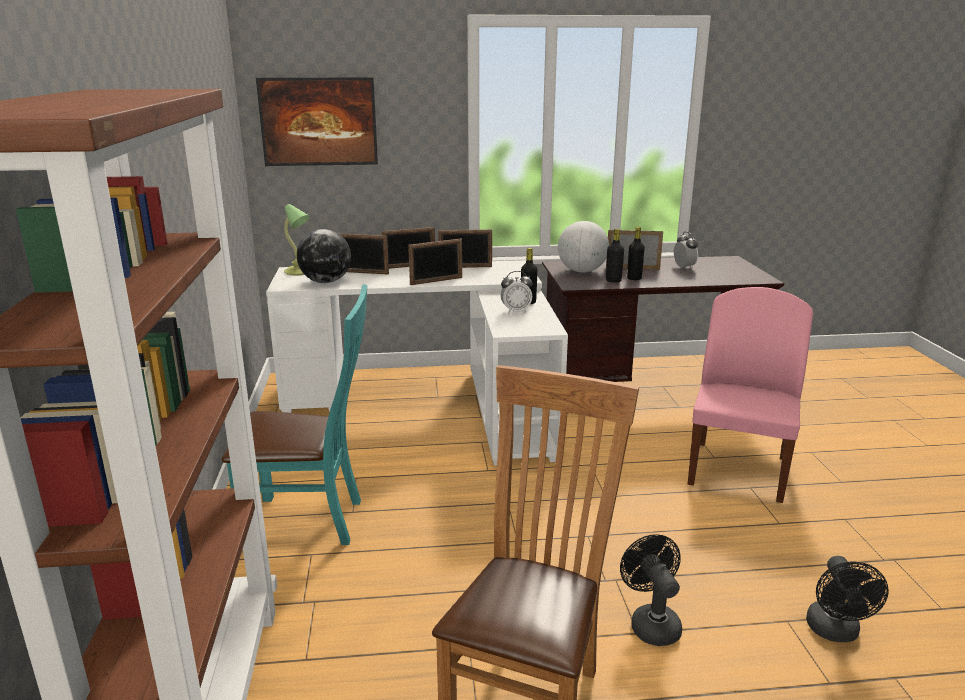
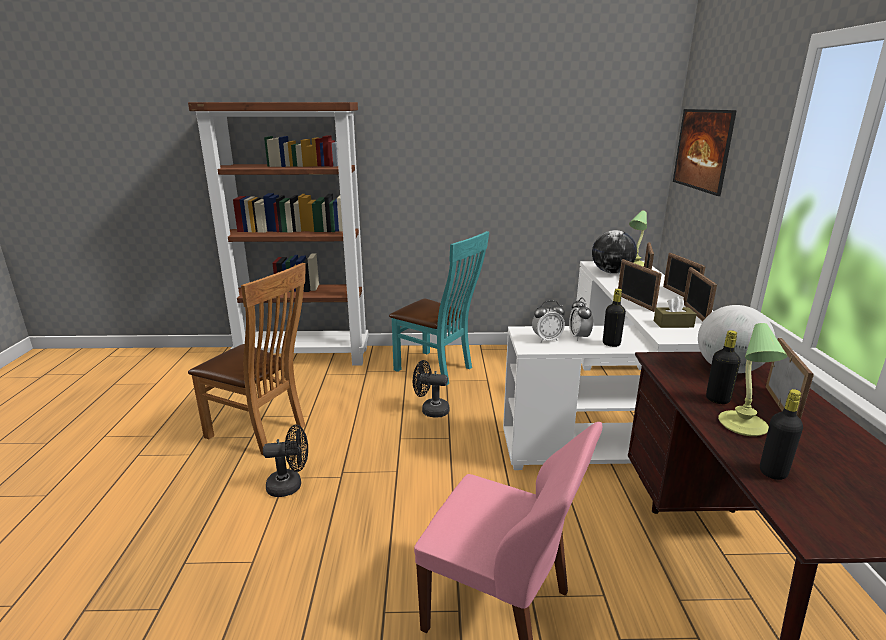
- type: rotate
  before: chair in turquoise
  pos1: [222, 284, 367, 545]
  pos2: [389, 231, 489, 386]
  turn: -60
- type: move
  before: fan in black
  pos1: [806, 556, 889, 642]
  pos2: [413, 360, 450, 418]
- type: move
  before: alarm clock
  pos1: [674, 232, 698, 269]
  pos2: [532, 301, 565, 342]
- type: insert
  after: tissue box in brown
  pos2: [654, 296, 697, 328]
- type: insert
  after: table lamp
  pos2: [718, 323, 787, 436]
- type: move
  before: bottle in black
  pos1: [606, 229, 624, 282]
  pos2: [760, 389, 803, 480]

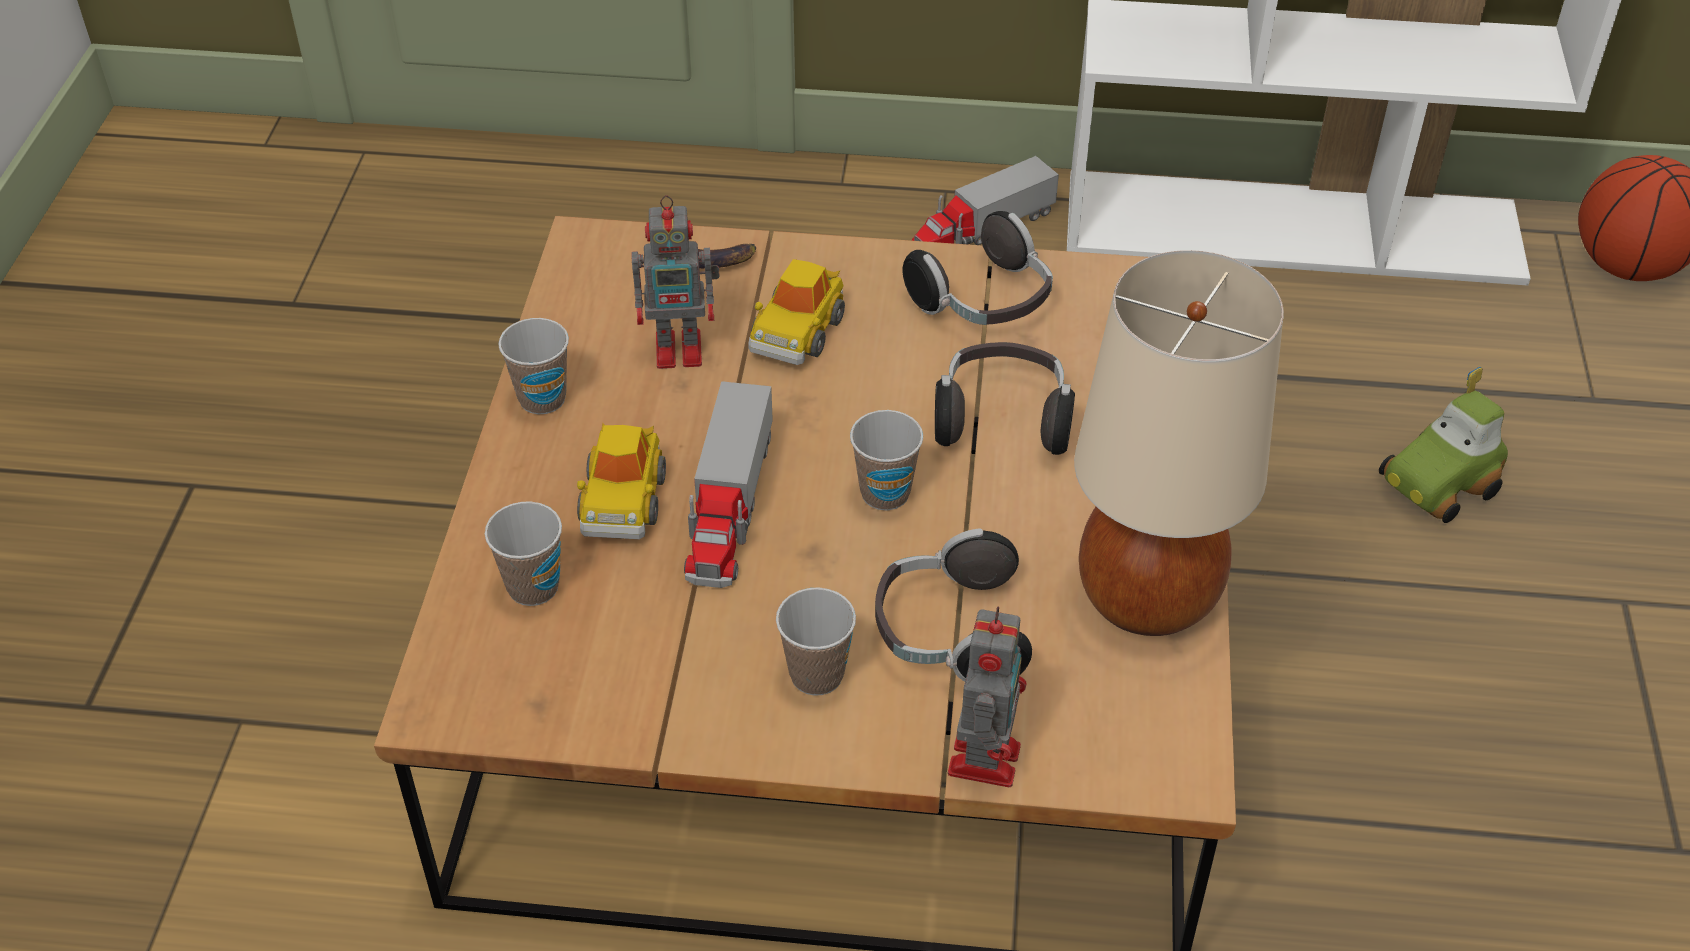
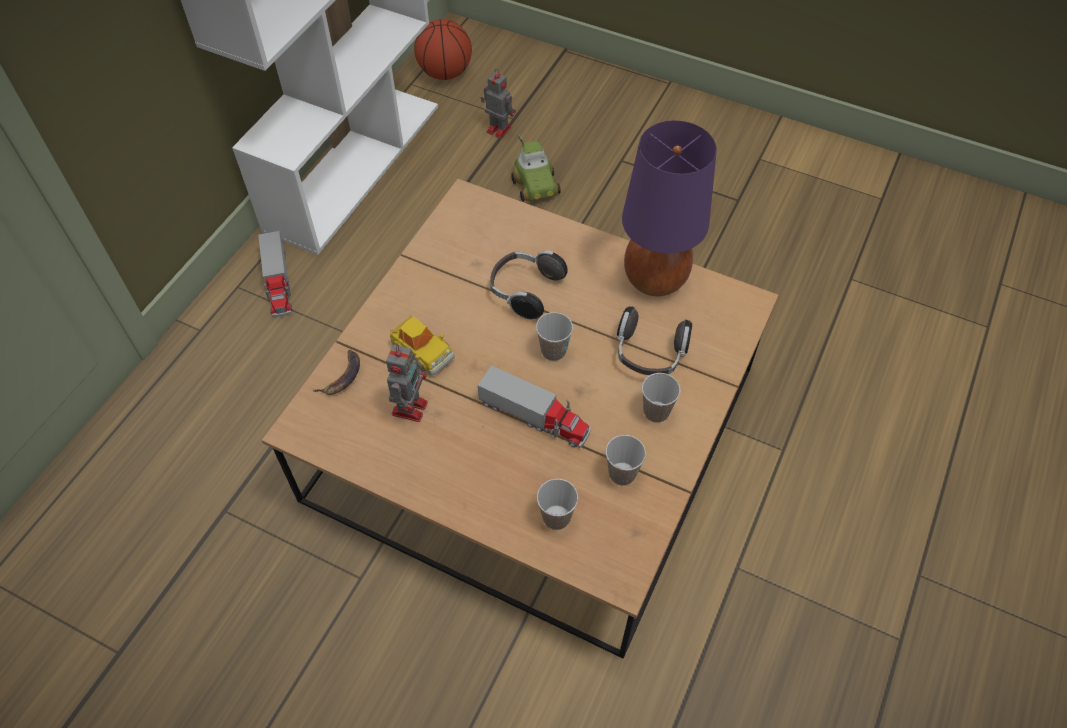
- type: move
  before: toy robot
  pos1: [948, 607, 1026, 787]
  pos2: [481, 69, 516, 139]
- type: move
  before: cup
  pos1: [498, 318, 569, 414]
  pos2: [605, 435, 646, 485]
- type: recolor
  before: table lamp in beige
  after: table lamp in purple
  pos1: [1074, 250, 1284, 636]
  pos2: [622, 120, 717, 296]
- type: delete
  before: toy car
  pos1: [577, 423, 666, 539]
- type: delete
  before: headphones
  pos1: [902, 211, 1053, 325]

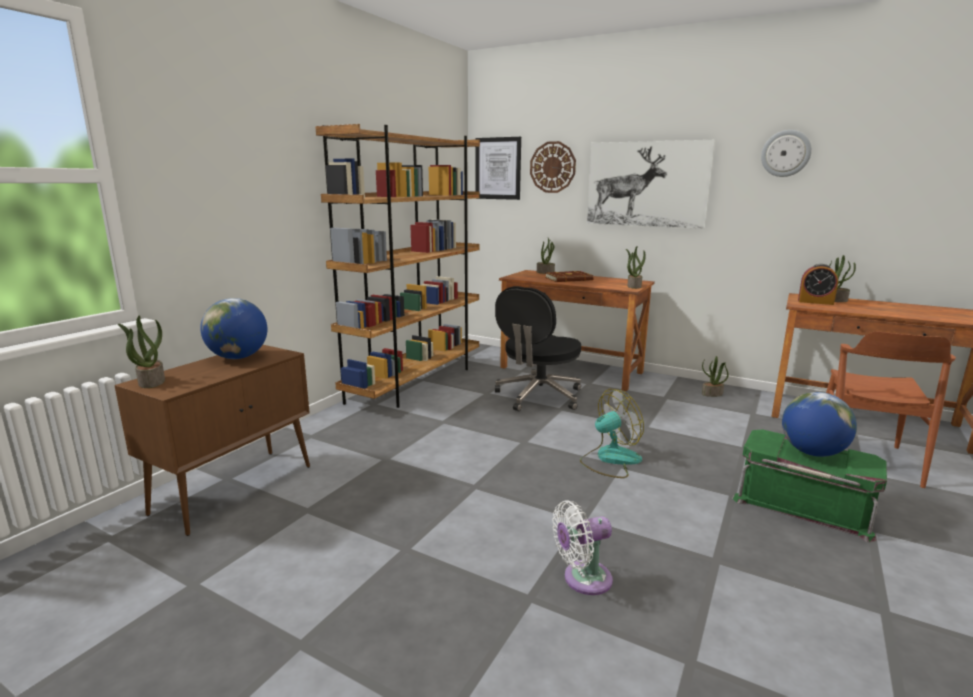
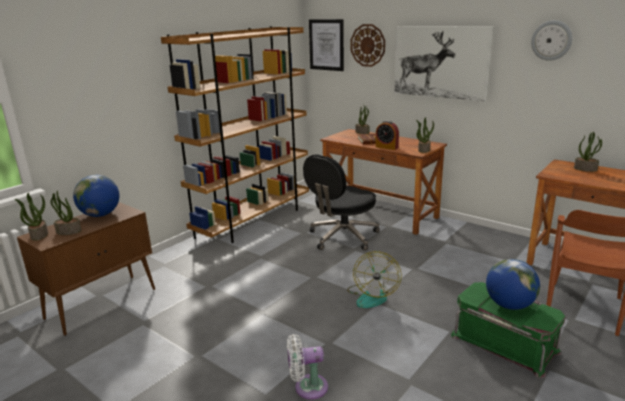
- type: move
  before: potted plant
  pos1: [702, 356, 729, 397]
  pos2: [50, 190, 82, 235]
- type: rotate
  before: fan
  pos1: [580, 389, 644, 478]
  pos2: [347, 251, 402, 308]
  turn: 120
- type: move
  before: alarm clock
  pos1: [798, 264, 838, 305]
  pos2: [375, 121, 399, 150]

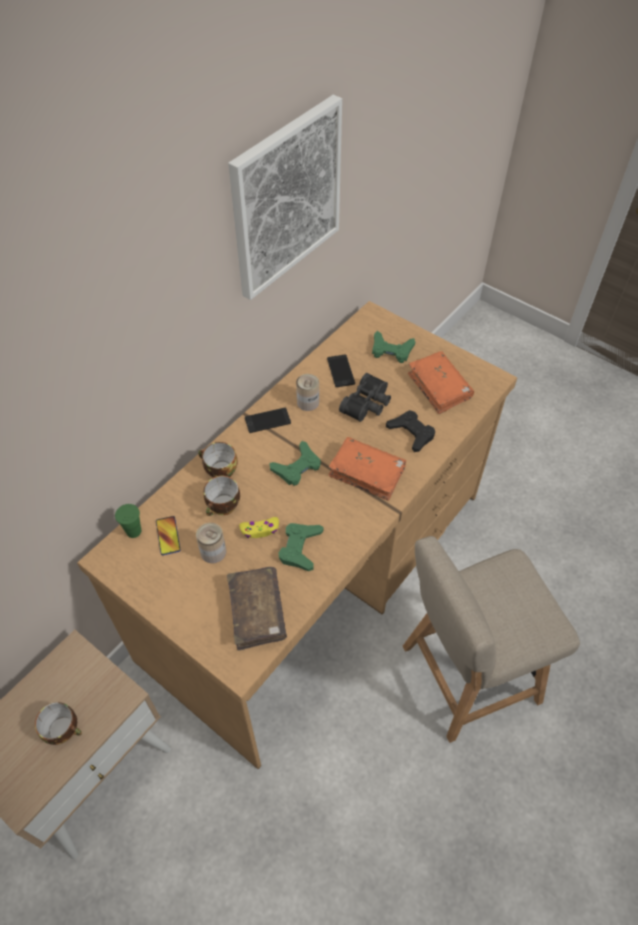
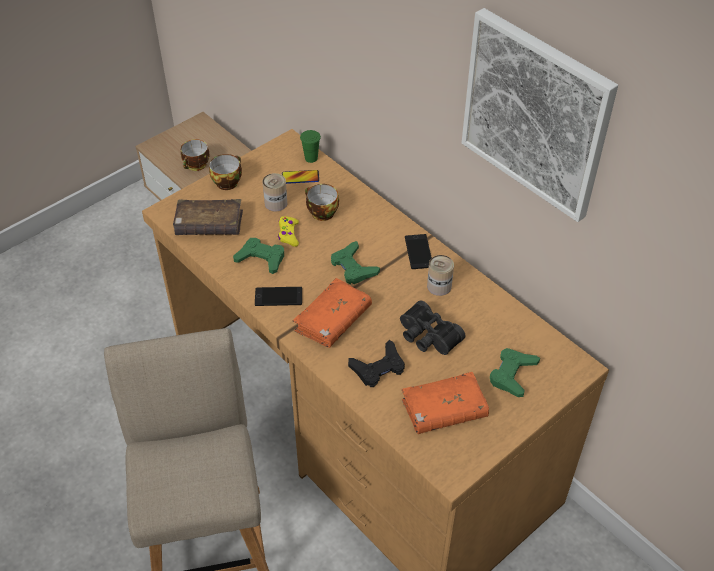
- type: move
  before: cup
  pos1: [198, 442, 238, 477]
  pos2: [209, 154, 242, 190]
- type: move
  before: phone
  pos1: [327, 355, 355, 387]
  pos2: [255, 287, 302, 306]

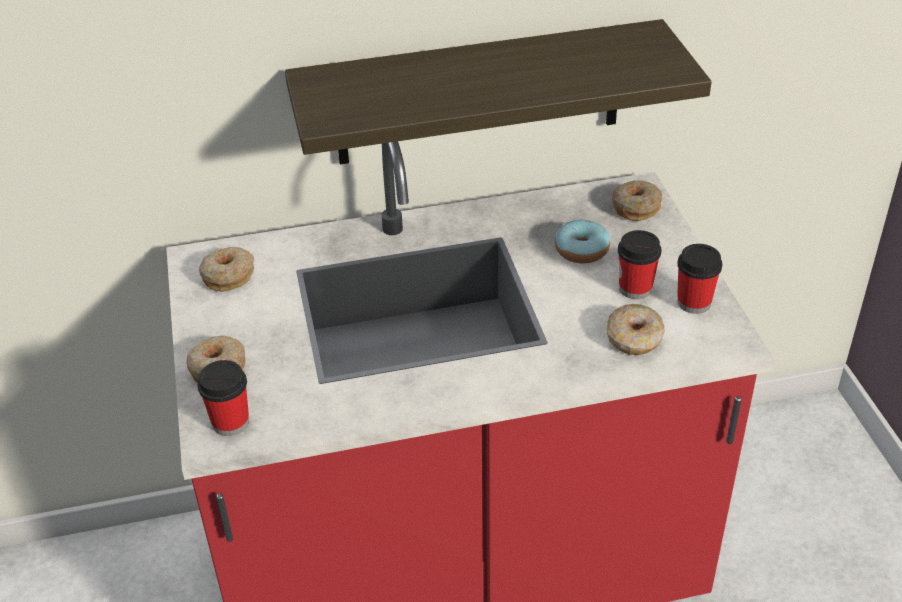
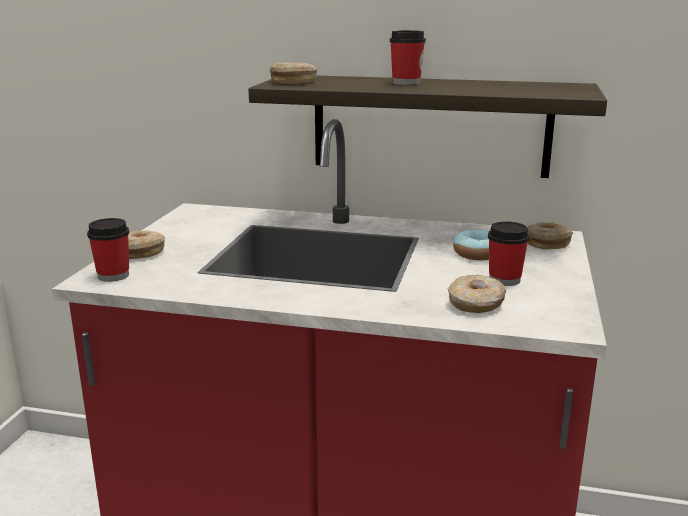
- type: move
  before: donut
  pos1: [199, 247, 255, 292]
  pos2: [270, 62, 317, 84]
- type: move
  before: cup
  pos1: [677, 244, 722, 314]
  pos2: [390, 30, 426, 85]

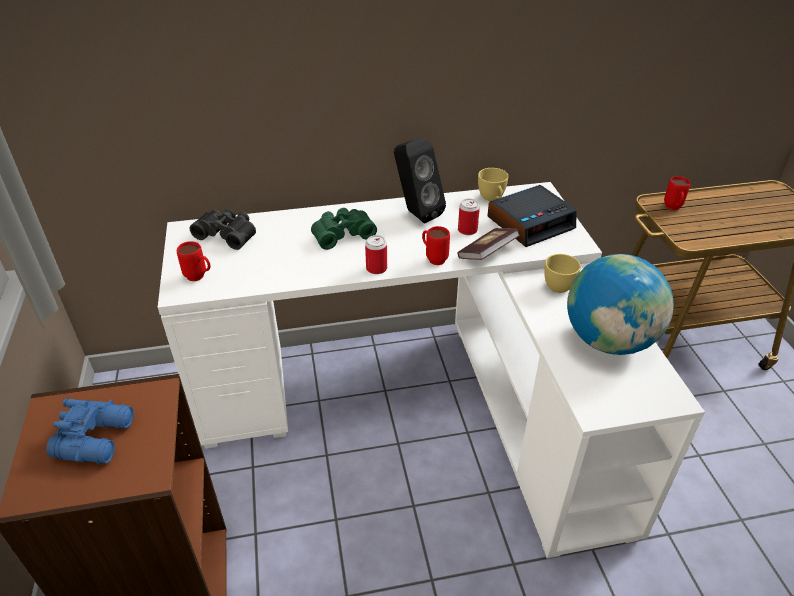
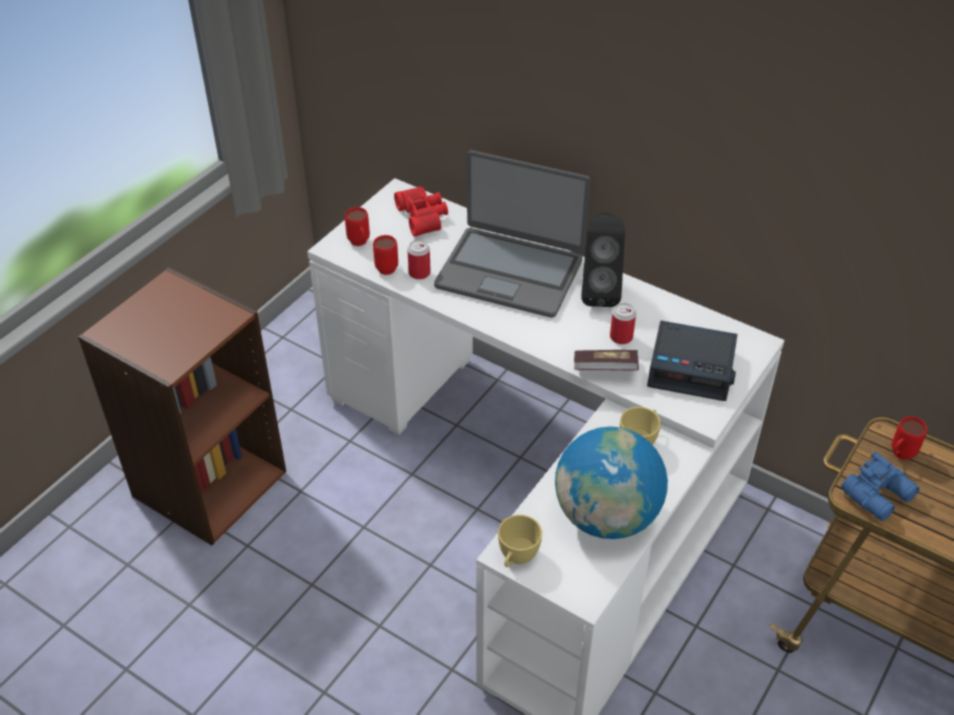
- type: move
  before: mug in red
  pos1: [422, 226, 450, 265]
  pos2: [373, 235, 398, 275]
- type: recolor
  before: binoculars in black
  after: binoculars in red
  pos1: [190, 208, 256, 250]
  pos2: [394, 186, 448, 237]
- type: move
  before: can
  pos1: [365, 235, 387, 274]
  pos2: [407, 240, 431, 280]
- type: replace
  before: binoculars in green
  after: laptop
  pos1: [311, 208, 377, 250]
  pos2: [434, 150, 591, 318]
- type: move
  before: cup in yellow
  pos1: [478, 168, 509, 201]
  pos2: [498, 515, 542, 567]
- type: move
  before: binoculars in blue
  pos1: [46, 399, 134, 464]
  pos2: [841, 452, 920, 521]

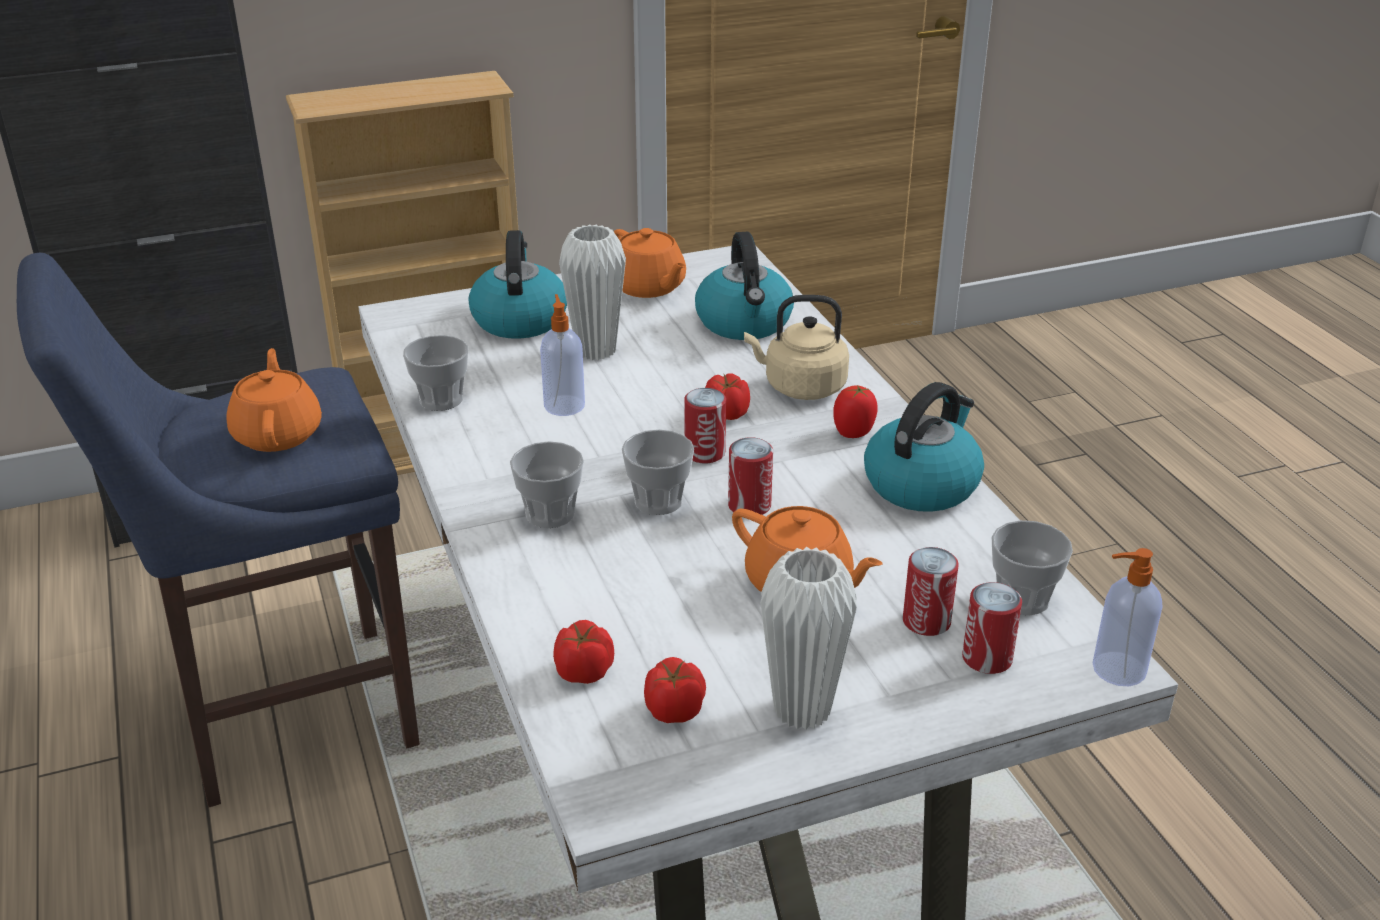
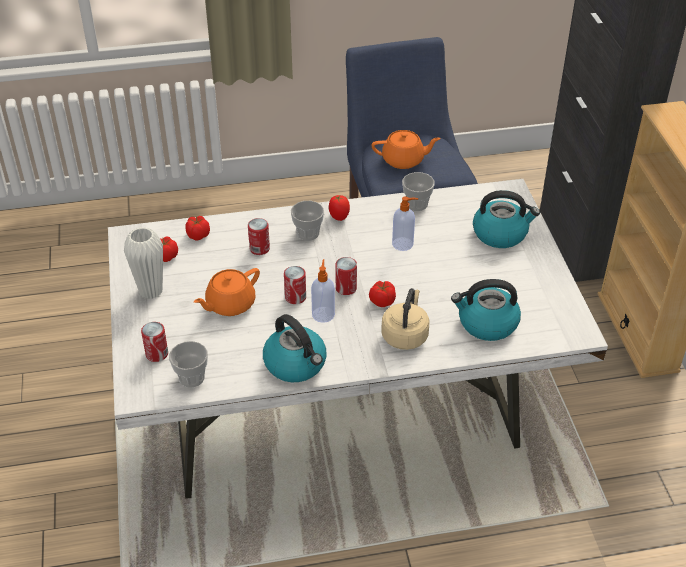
- type: move
  before: can
  pos1: [903, 547, 959, 636]
  pos2: [248, 218, 270, 255]
- type: move
  before: soap dispenser
  pos1: [1093, 548, 1162, 686]
  pos2: [311, 259, 335, 323]
- type: move
  before: tomato
  pos1: [833, 385, 878, 438]
  pos2: [329, 195, 350, 221]
- type: delete
  before: vase in white
  pos1: [559, 224, 626, 360]
- type: delete
  before: teapot in orange
  pos1: [614, 228, 686, 298]
- type: delete
  before: cup
  pos1: [622, 429, 694, 515]

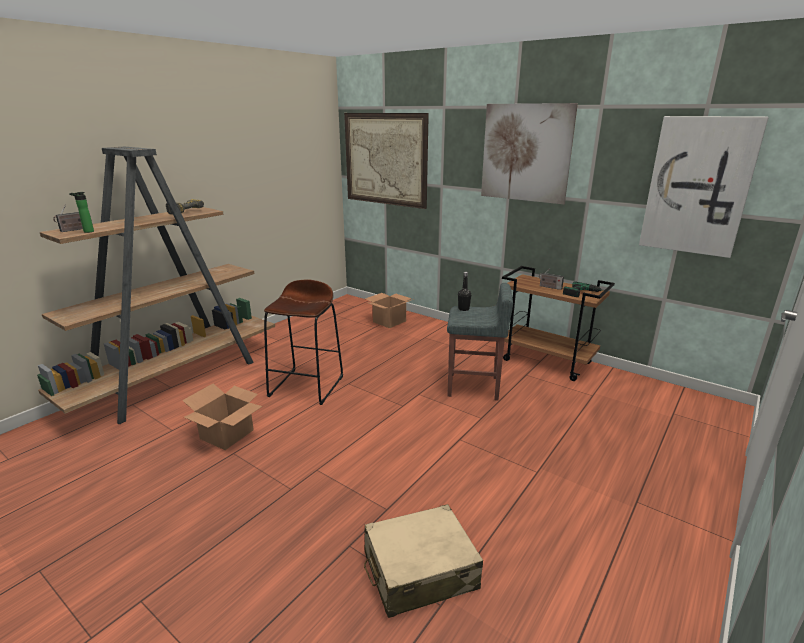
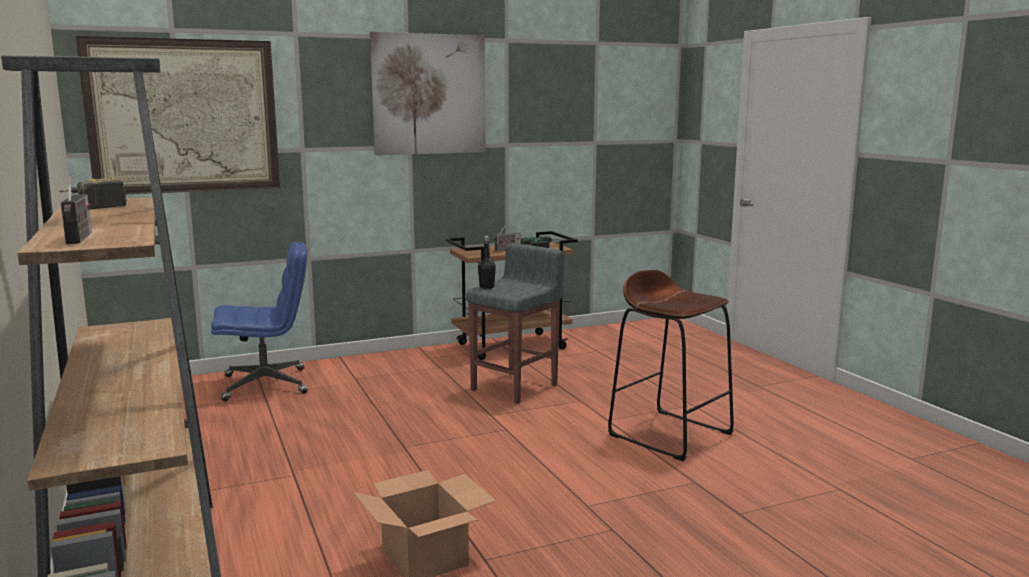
- type: replace
  before: cardboard box
  after: office chair in blue
  pos1: [365, 293, 414, 328]
  pos2: [211, 242, 308, 401]
- type: move
  before: stool in brown
  pos1: [264, 280, 343, 405]
  pos2: [608, 270, 734, 461]
- type: delete
  before: bottle
  pos1: [69, 192, 94, 233]
- type: delete
  before: suitcase in beige
  pos1: [364, 504, 483, 618]
- type: delete
  before: picture
  pos1: [639, 116, 769, 258]

